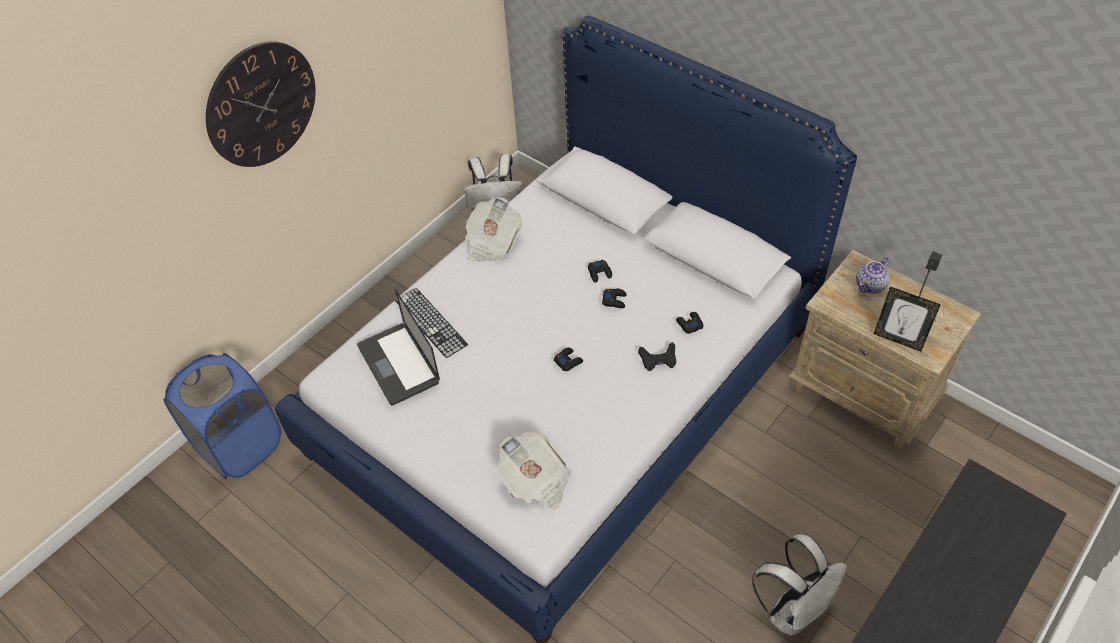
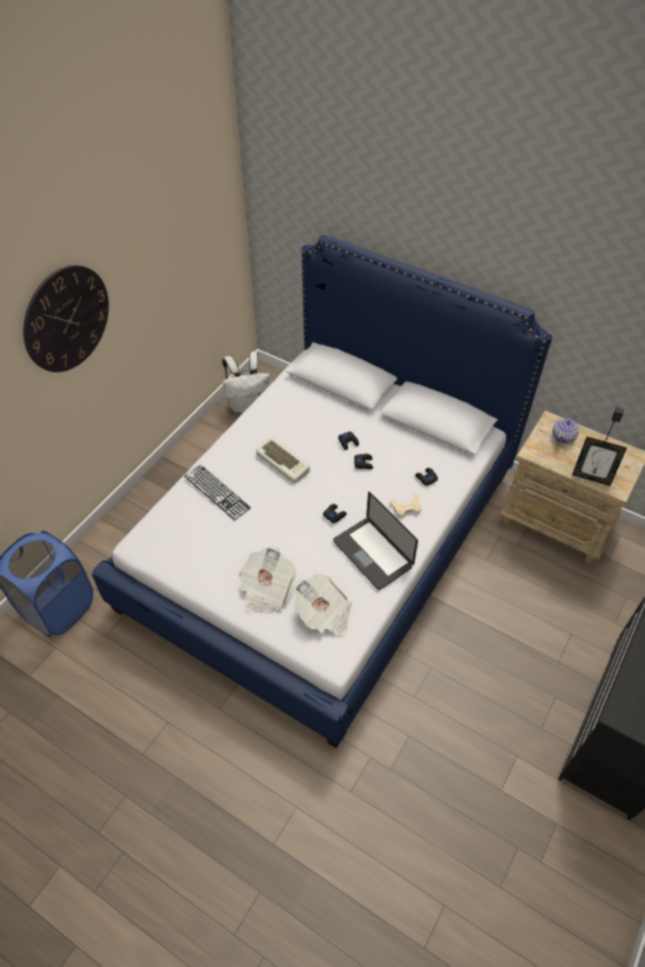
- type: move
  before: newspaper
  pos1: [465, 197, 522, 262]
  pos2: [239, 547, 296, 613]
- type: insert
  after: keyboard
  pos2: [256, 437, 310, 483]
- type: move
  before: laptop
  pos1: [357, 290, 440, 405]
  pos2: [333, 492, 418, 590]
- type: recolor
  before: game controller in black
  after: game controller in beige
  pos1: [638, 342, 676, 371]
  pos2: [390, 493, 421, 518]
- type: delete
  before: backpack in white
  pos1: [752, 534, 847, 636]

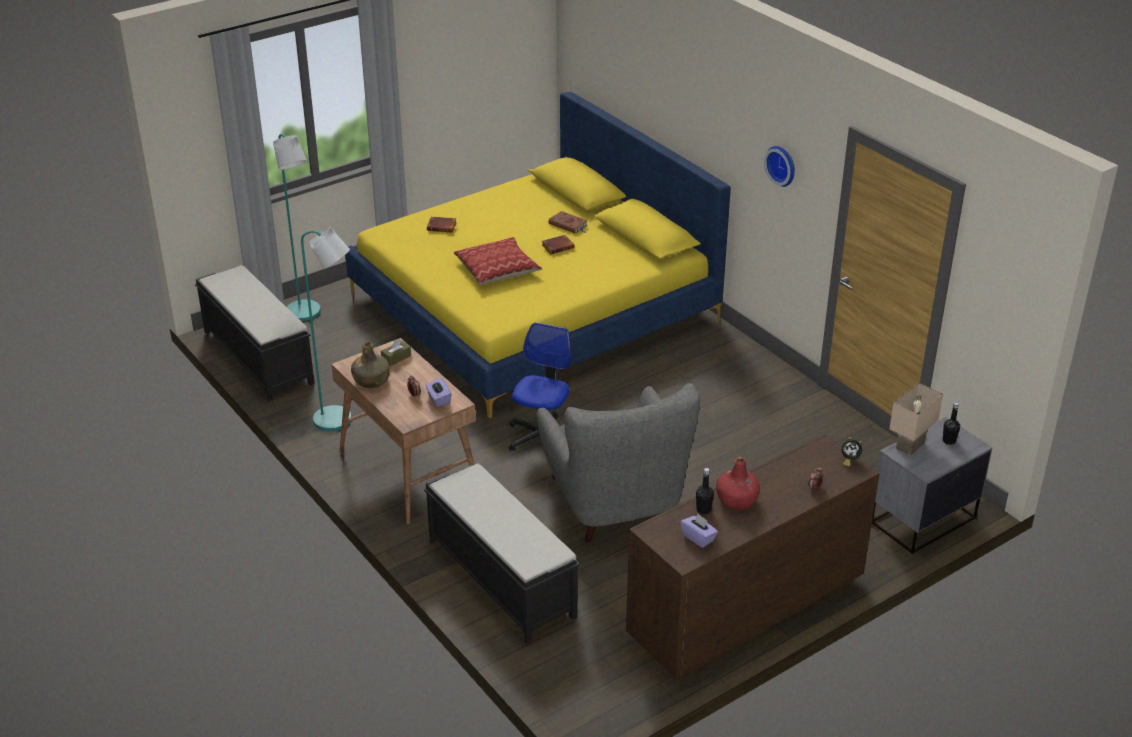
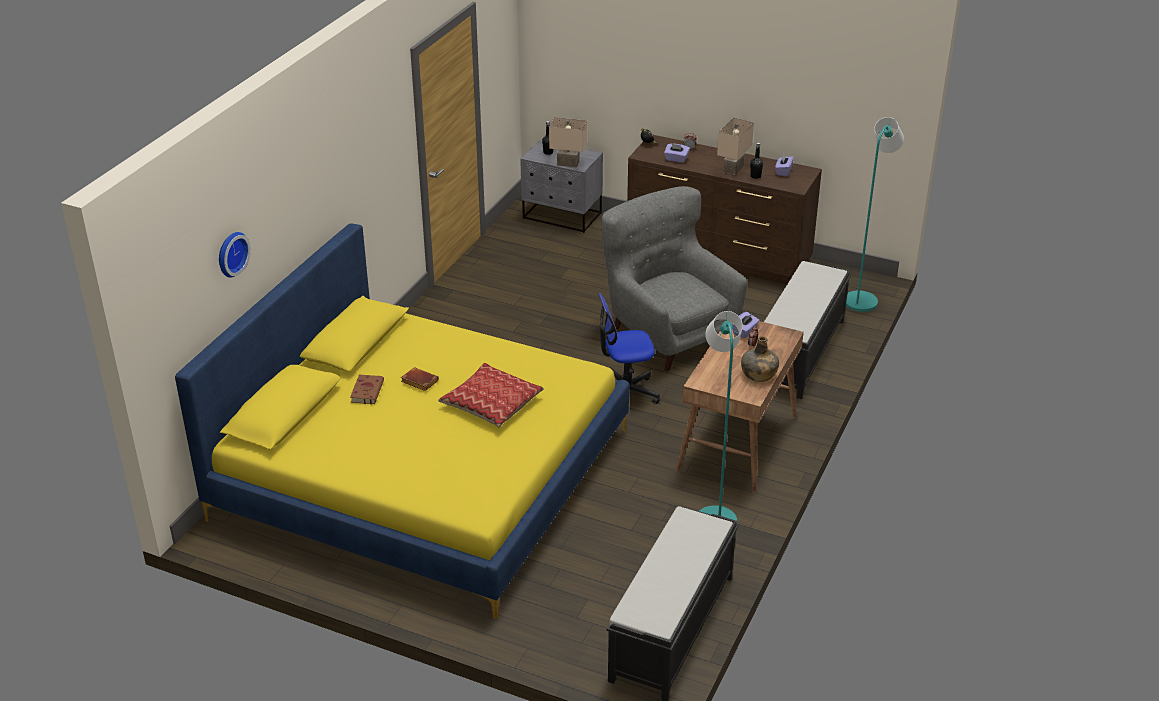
- type: move
  before: wall clock
  pos1: [764, 146, 795, 187]
  pos2: [219, 232, 251, 278]
- type: rotate
  before: armchair in grey
  pos1: [537, 383, 700, 543]
  pos2: [601, 186, 747, 371]
  turn: -75
- type: insert
  after: tissue box in purple
  pos2: [664, 144, 690, 163]
- type: replace
  before: bottle in red
  after: table lamp in beige
  pos1: [716, 457, 760, 510]
  pos2: [717, 118, 754, 175]
- type: move
  before: floor lamp in turquoise
  pos1: [273, 134, 321, 321]
  pos2: [846, 117, 904, 312]
- type: delete
  before: tissue box in brown
  pos1: [381, 339, 411, 366]
- type: delete
  before: book in brown
  pos1: [427, 217, 457, 233]

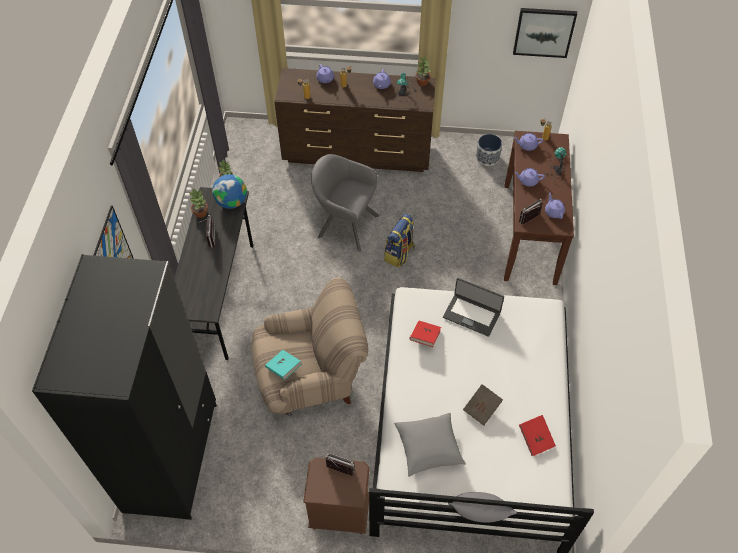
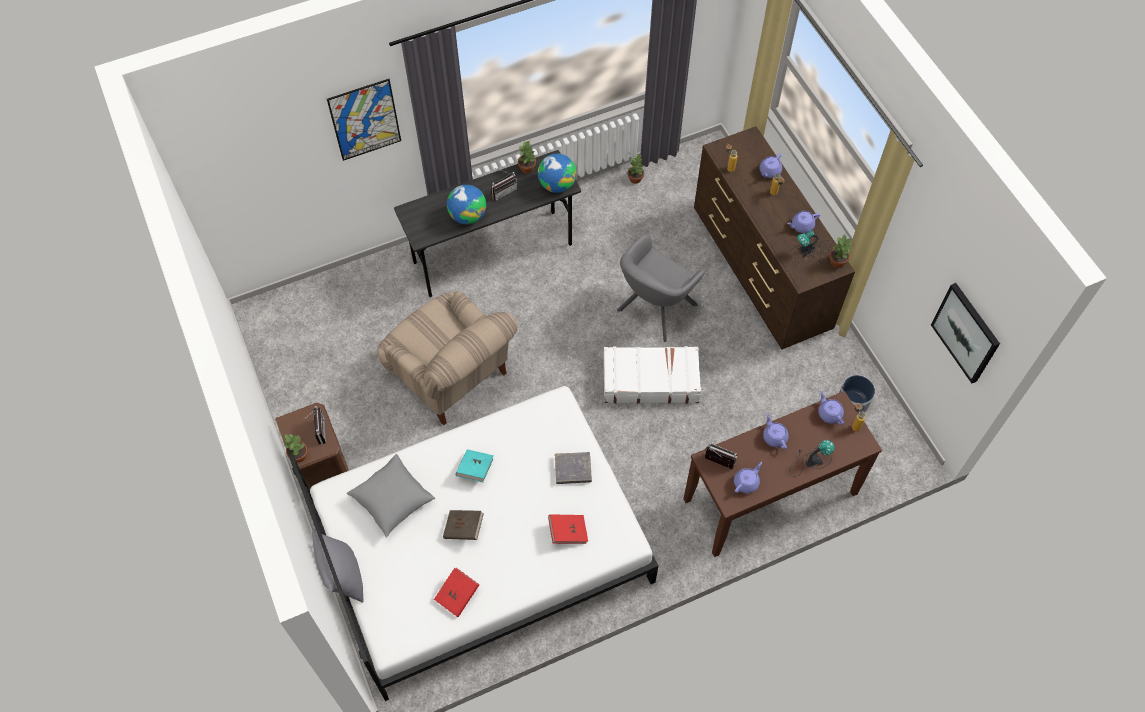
- type: insert
  after: potted plant
  pos2: [284, 434, 308, 463]
- type: insert
  after: globe
  pos2: [447, 185, 486, 224]
- type: move
  before: book in turquoise
  pos1: [265, 350, 302, 380]
  pos2: [455, 449, 494, 482]
- type: move
  before: book in red
  pos1: [409, 321, 441, 347]
  pos2: [548, 514, 588, 544]
- type: replace
  before: laptop
  after: book in grey
  pos1: [443, 278, 504, 337]
  pos2: [555, 452, 592, 484]
- type: replace
  before: backpack
  after: suitcase in white
  pos1: [384, 214, 415, 268]
  pos2: [603, 346, 701, 404]
- type: rotate
  before: armchair in grey
  pos1: [311, 154, 379, 252]
  pos2: [617, 234, 705, 342]
  turn: -135
- type: delete
  before: wardrobe in black
  pos1: [32, 254, 217, 520]

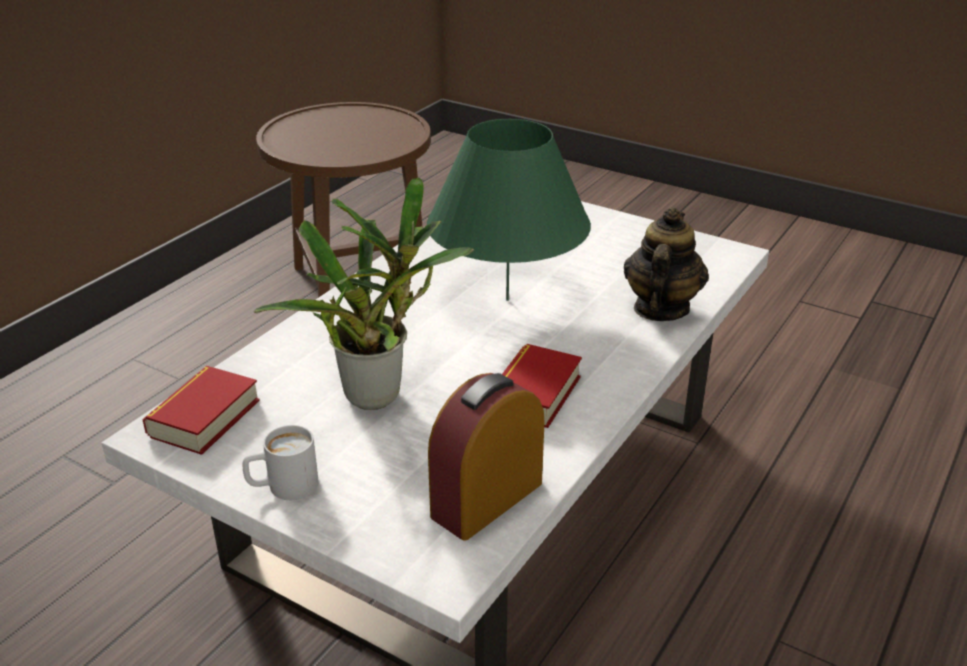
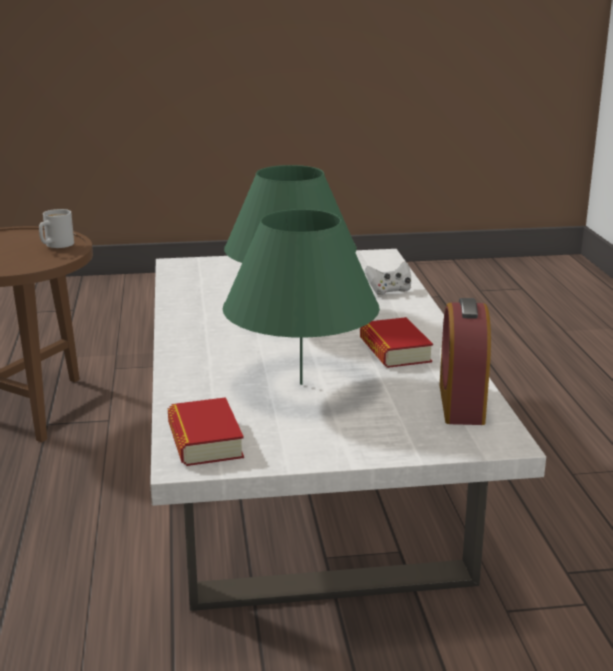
- type: move
  before: mug in white
  pos1: [243, 425, 319, 500]
  pos2: [39, 209, 74, 248]
- type: replace
  before: potted plant
  after: table lamp in green
  pos1: [254, 177, 474, 410]
  pos2: [223, 209, 380, 385]
- type: replace
  before: teapot
  after: game controller in white
  pos1: [624, 207, 709, 321]
  pos2: [365, 261, 411, 295]

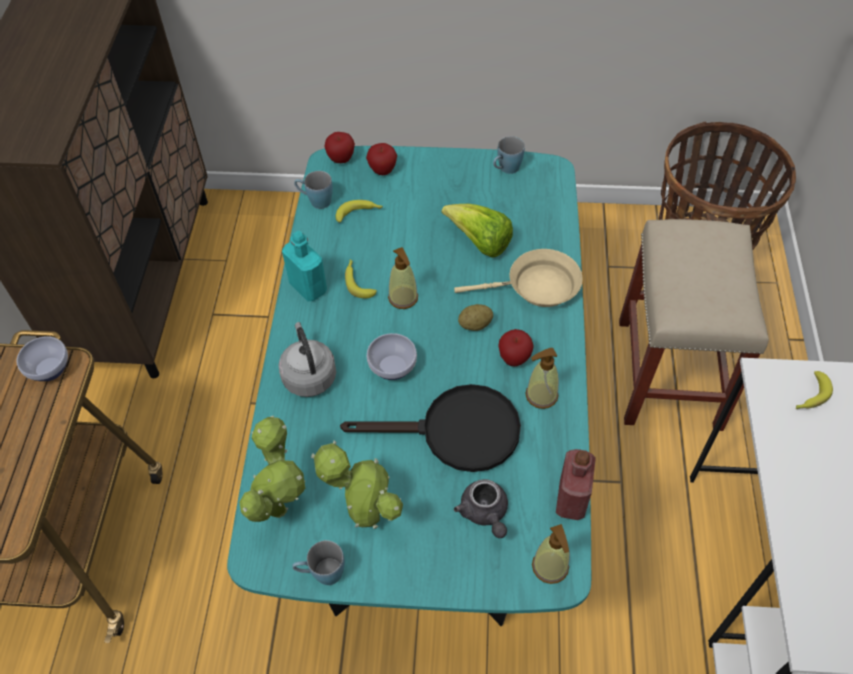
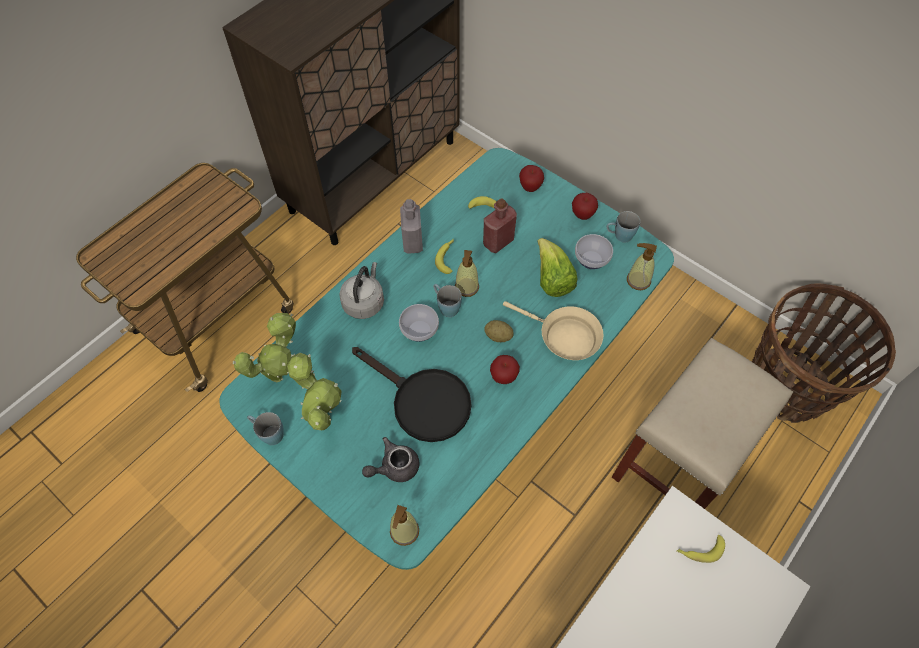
- type: rotate
  before: teapot in grey
  pos1: [454, 479, 508, 538]
  pos2: [362, 437, 419, 482]
  turn: 45
- type: recolor
  before: bottle in turquoise
  after: bottle in grey
  pos1: [282, 231, 327, 301]
  pos2: [400, 199, 423, 254]
- type: move
  before: mug in blue
  pos1: [294, 171, 333, 209]
  pos2: [433, 284, 462, 317]
- type: move
  before: bottle in red
  pos1: [556, 449, 596, 520]
  pos2: [483, 198, 517, 253]
- type: move
  before: apple
  pos1: [325, 132, 355, 163]
  pos2: [572, 193, 598, 220]
- type: move
  before: bowl
  pos1: [16, 336, 68, 381]
  pos2: [575, 234, 613, 269]
- type: move
  before: soap dispenser
  pos1: [525, 348, 559, 409]
  pos2: [627, 243, 657, 290]

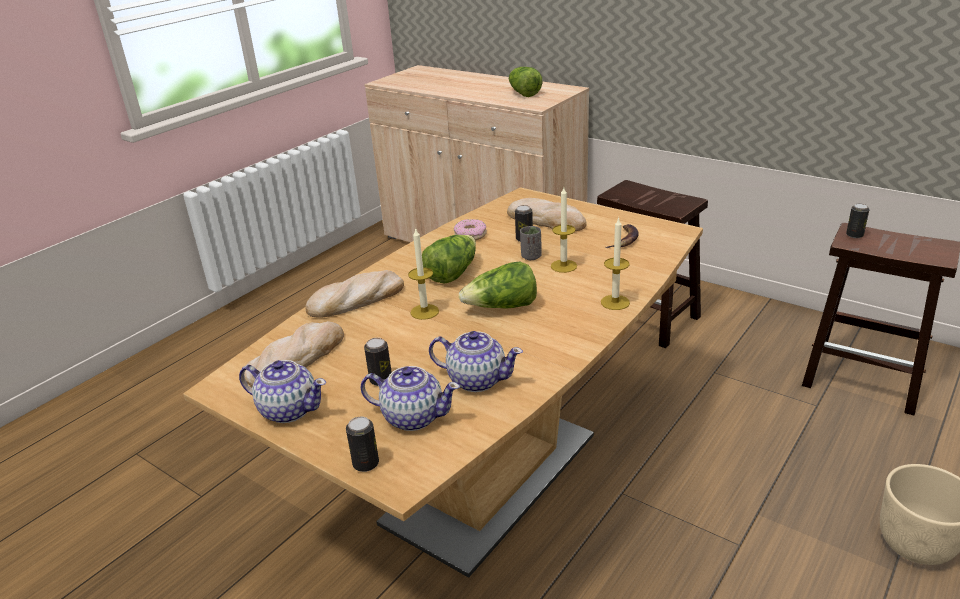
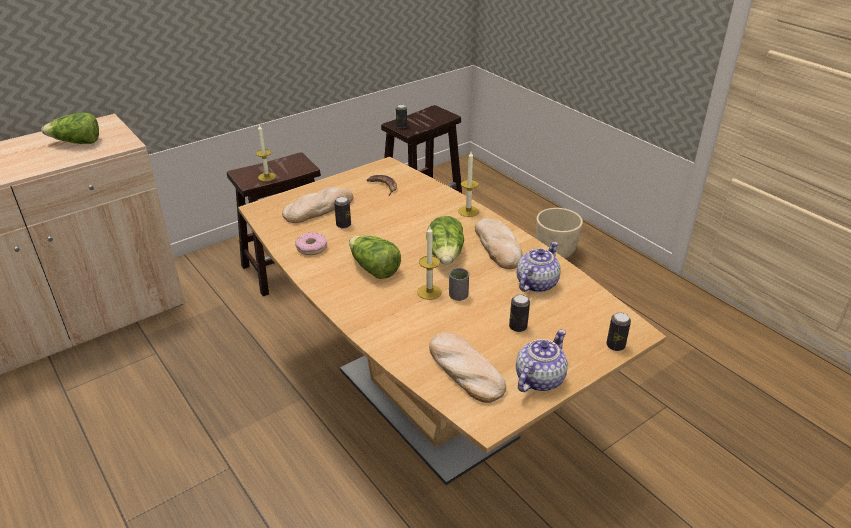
- type: move
  before: candle
  pos1: [551, 188, 577, 273]
  pos2: [256, 124, 276, 181]
- type: move
  before: cup in grey
  pos1: [520, 226, 542, 260]
  pos2: [449, 268, 469, 301]
- type: move
  before: bread
  pos1: [305, 270, 404, 318]
  pos2: [475, 218, 523, 269]
- type: delete
  before: teapot
  pos1: [360, 366, 460, 431]

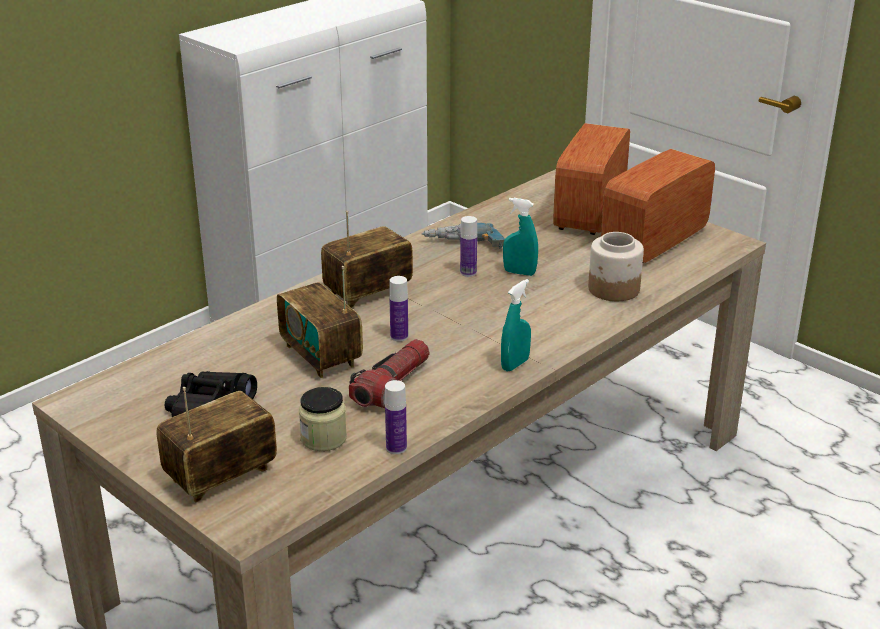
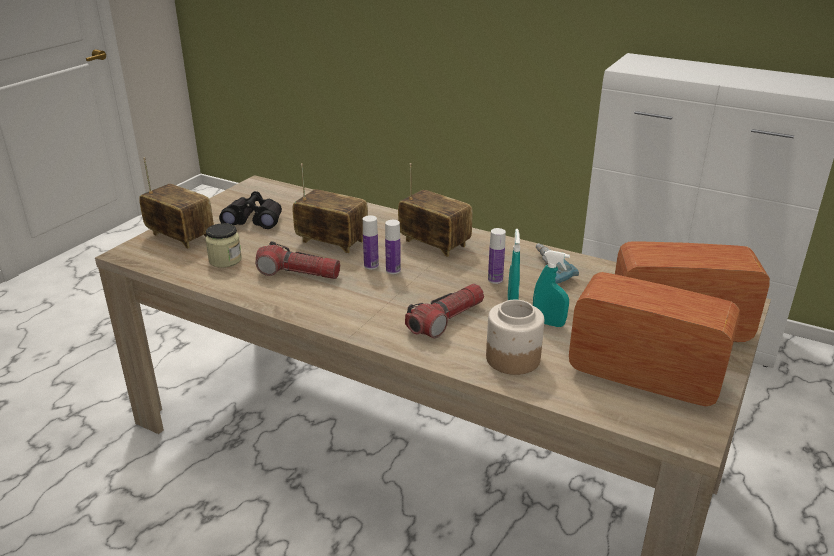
- type: rotate
  before: radio
  pos1: [277, 266, 363, 378]
  pos2: [292, 164, 368, 253]
  turn: 75
- type: move
  before: bottle
  pos1: [385, 380, 407, 454]
  pos2: [385, 220, 401, 274]
- type: insert
  after: flashlight
  pos2: [405, 284, 484, 338]
- type: move
  before: spray bottle in turquoise
  pos1: [501, 279, 531, 372]
  pos2: [533, 250, 570, 327]

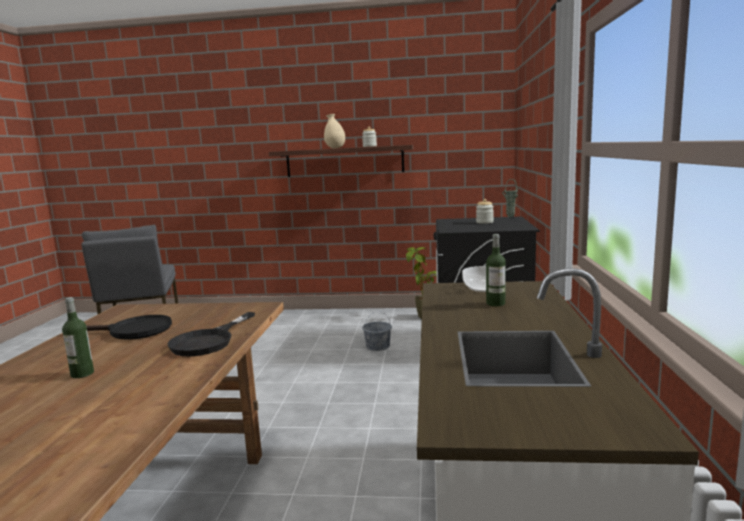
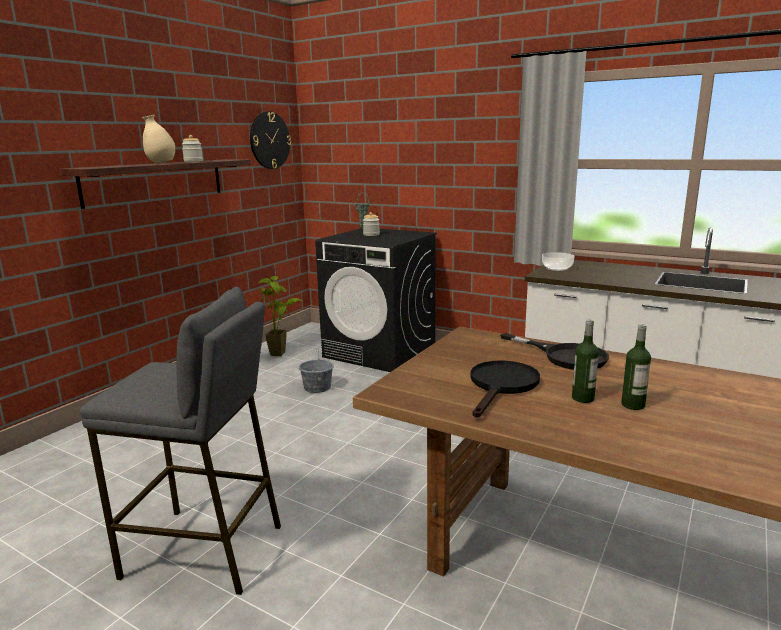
- type: insert
  after: wall clock
  pos2: [250, 111, 291, 169]
- type: move
  before: bottle
  pos1: [486, 234, 506, 306]
  pos2: [572, 319, 599, 403]

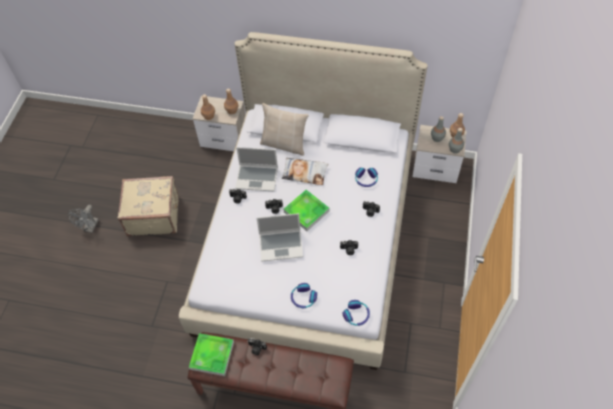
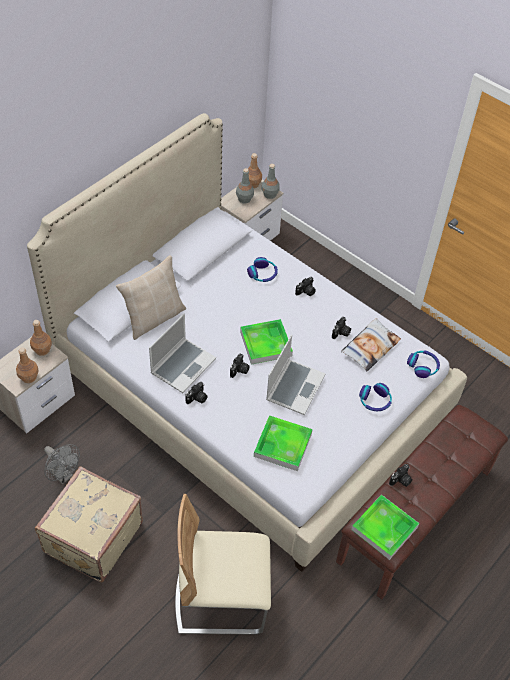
- type: move
  before: fan in grey
  pos1: [68, 205, 99, 233]
  pos2: [44, 444, 80, 485]
- type: insert
  after: chair in beige
  pos2: [175, 494, 271, 635]
- type: insert
  after: tray
  pos2: [254, 415, 313, 471]
- type: move
  before: pillow
  pos1: [282, 158, 329, 185]
  pos2: [341, 318, 401, 371]

